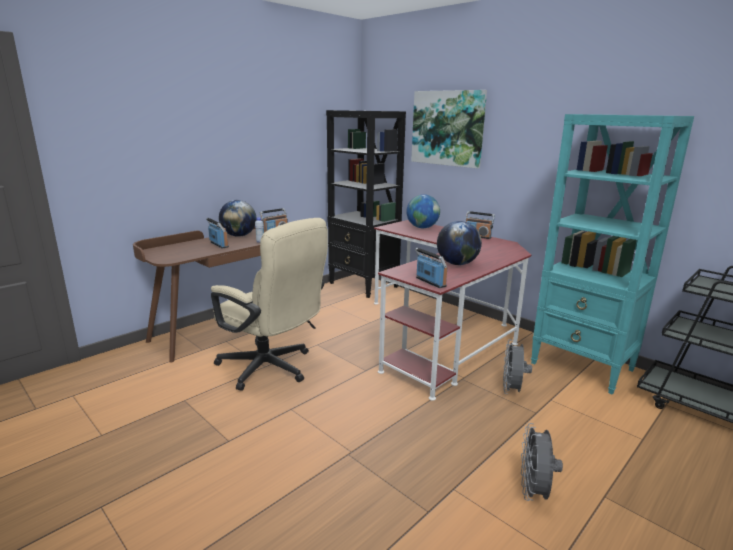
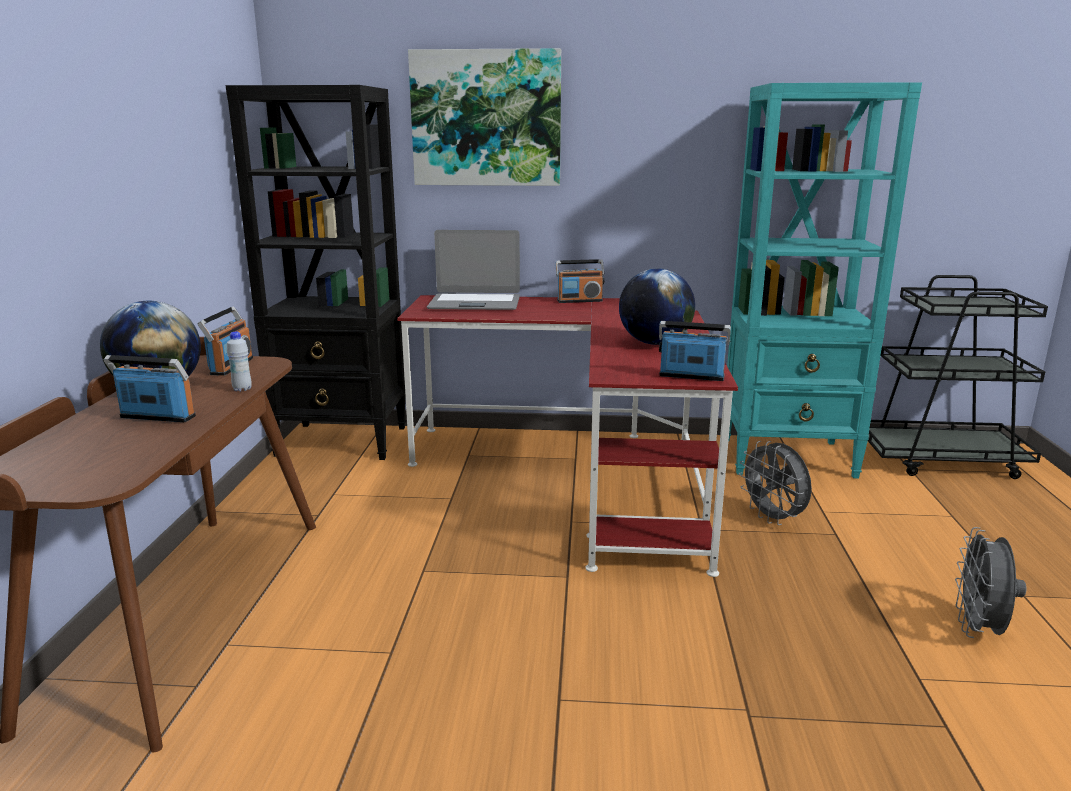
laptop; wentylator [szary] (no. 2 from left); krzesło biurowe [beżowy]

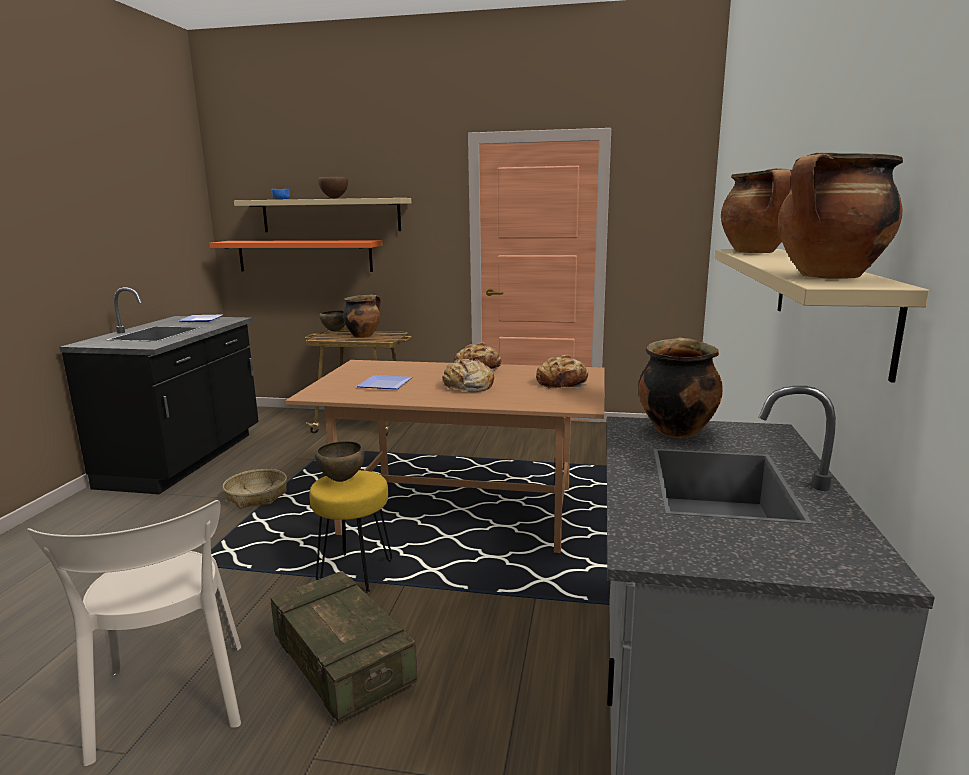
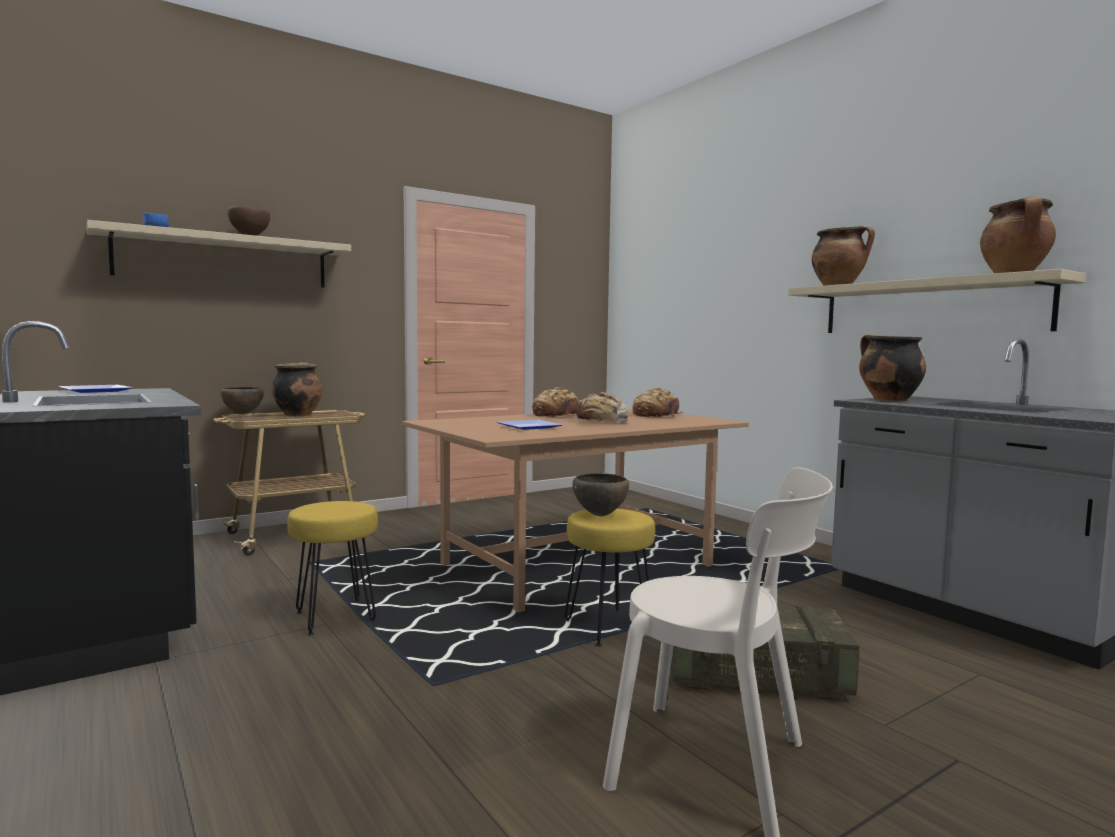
stołek [żółty] (no. 1 from left); półka [pomarańczowy]

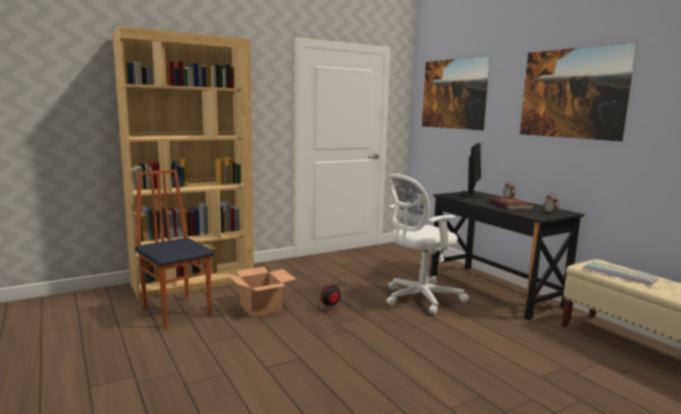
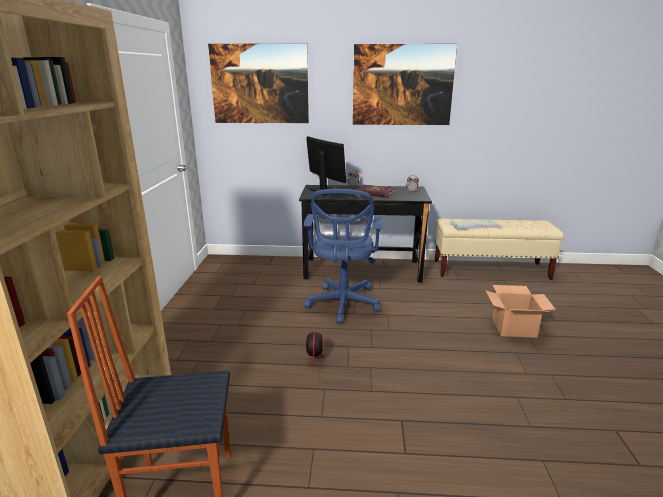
krzesło biurowe [niebieski]; karton

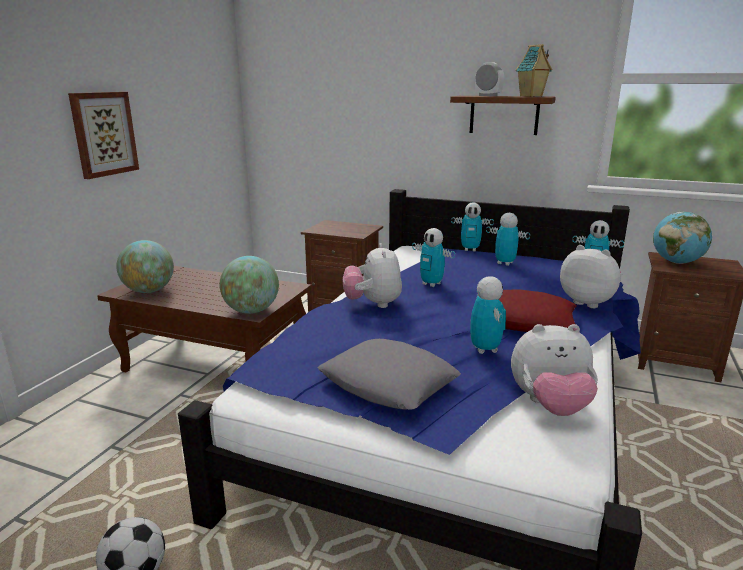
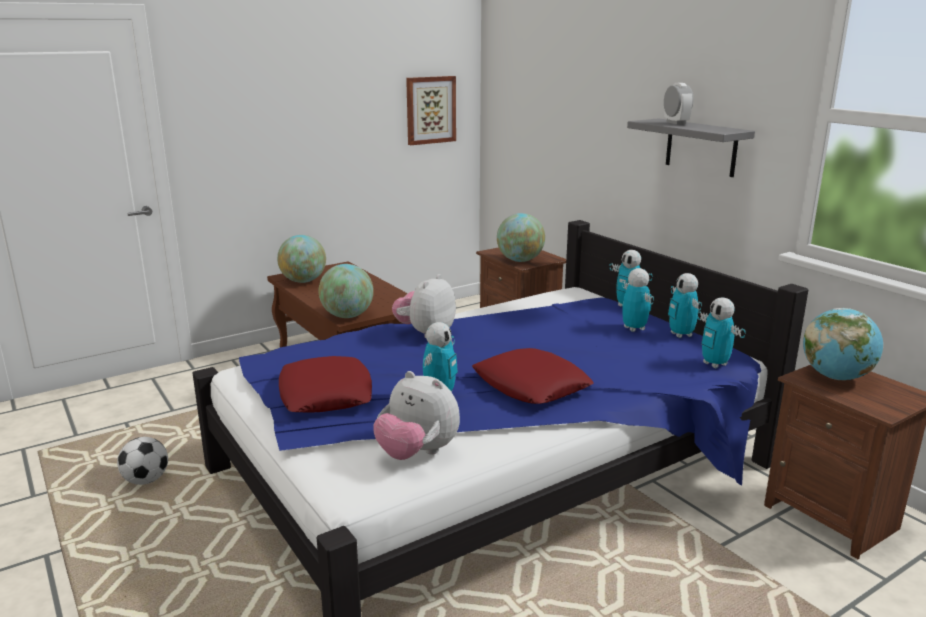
poduszka [czerwony] (no. 1 from left); obraz; globus (no. 3 from left); półka [szary]; robot zabawkowy (no. 4 from left); domek; pluszak (no. 3 from left in the first image)

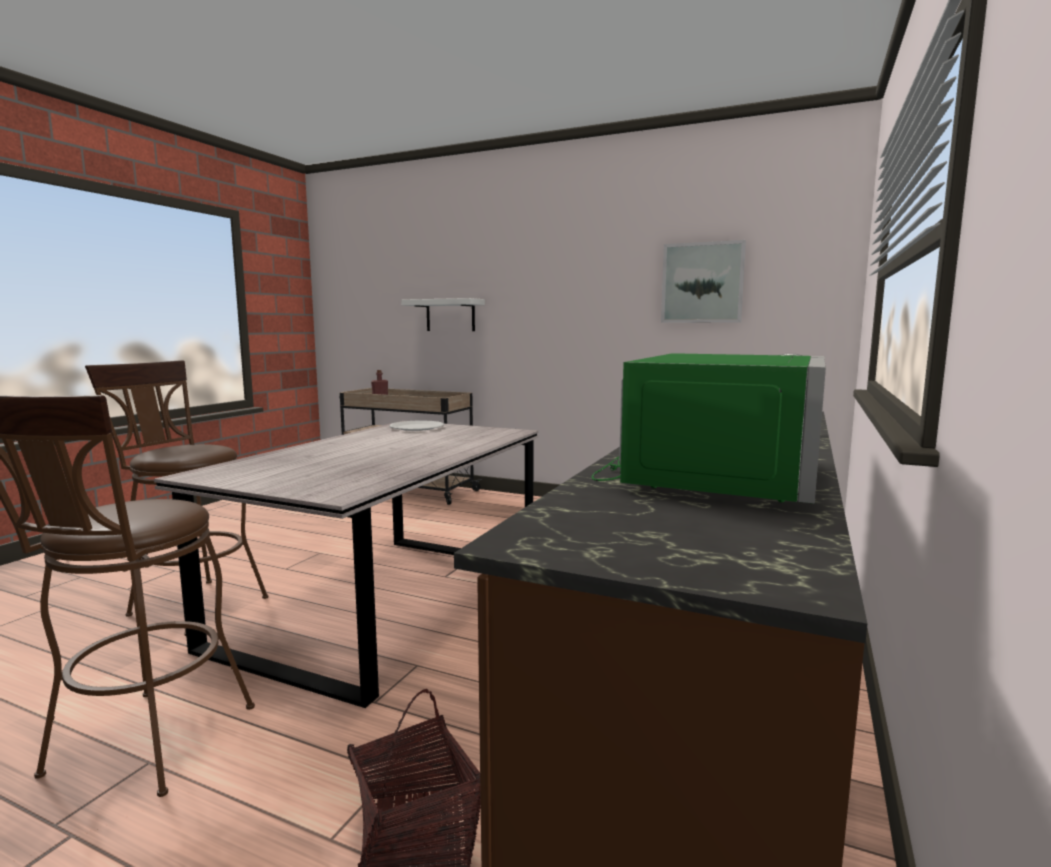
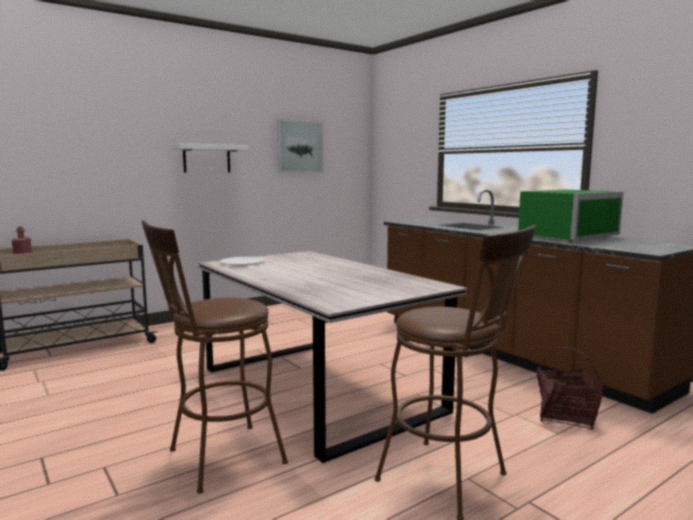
półka [biały]; mikrofalówka [zielony]

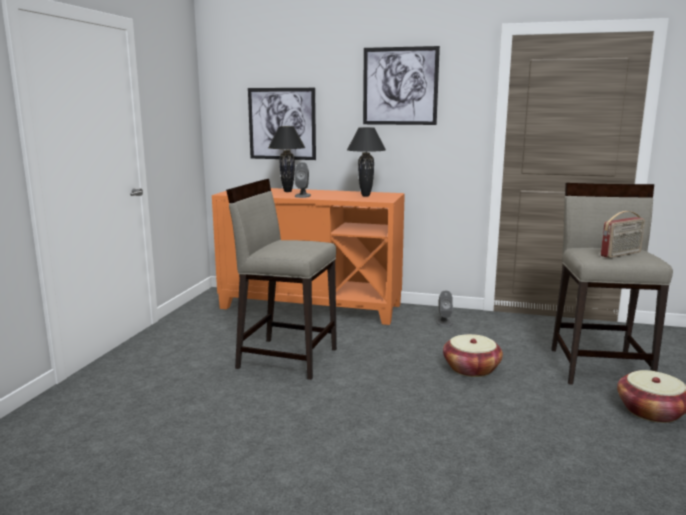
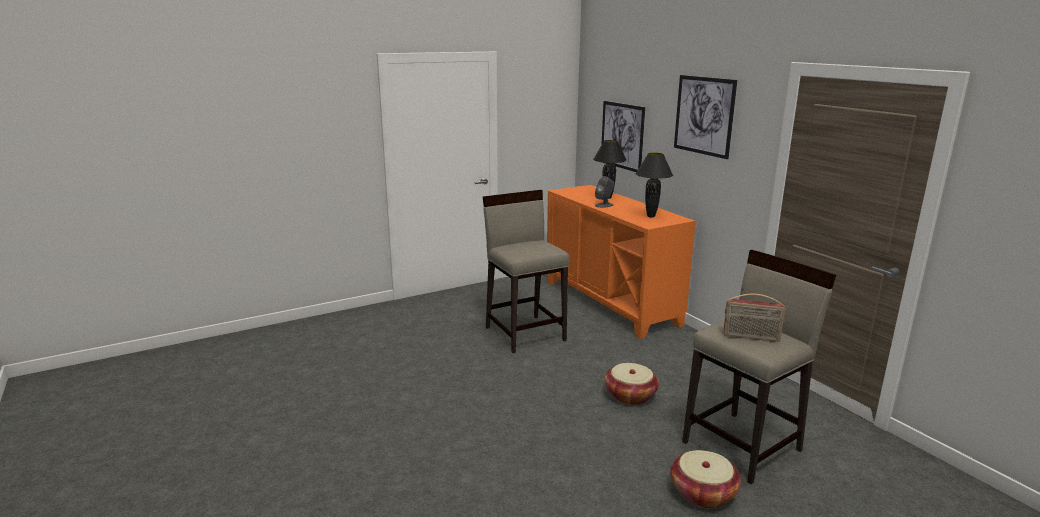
głośnik [szary] (no. 2 from left in the first image)

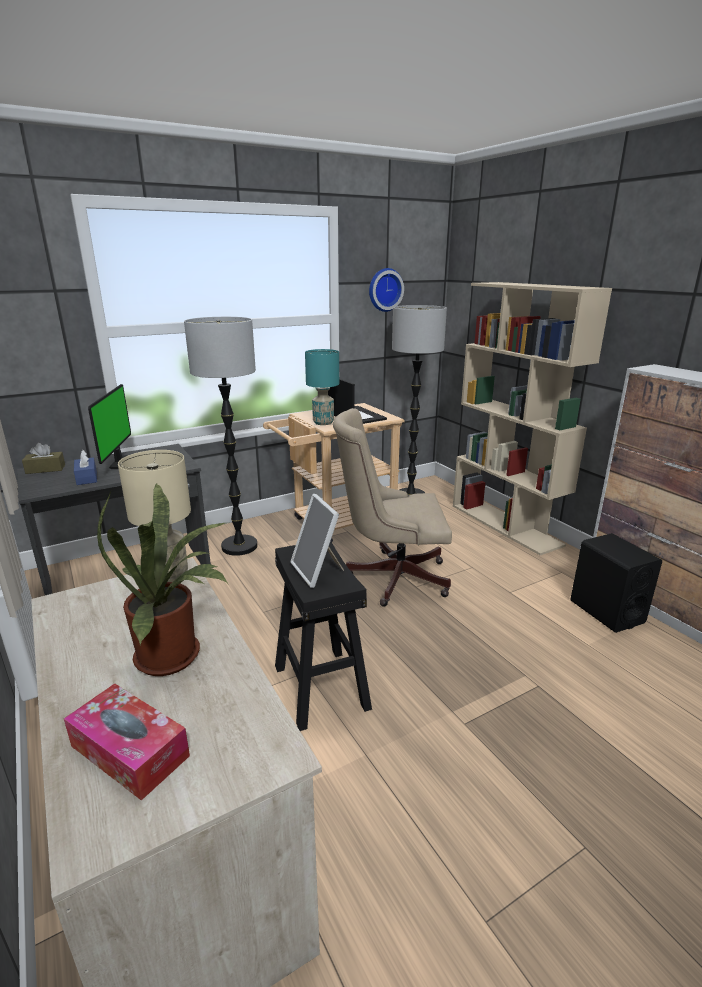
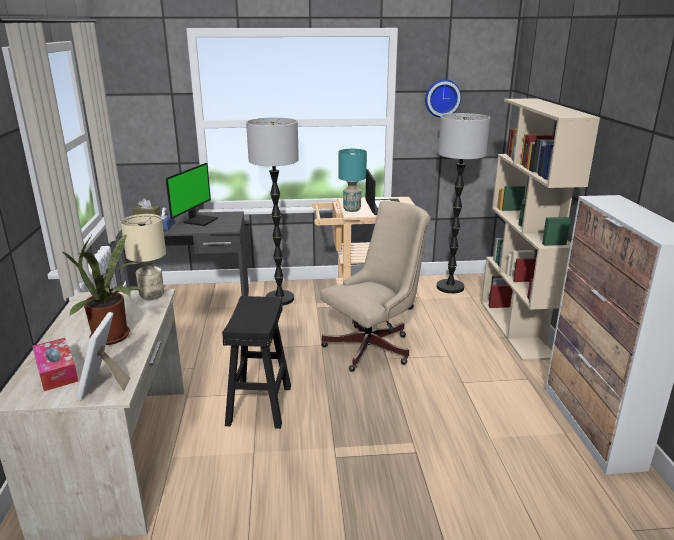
ramka na zdjęcie; krzesło biurowe [beżowy]; głośnik [czarny]

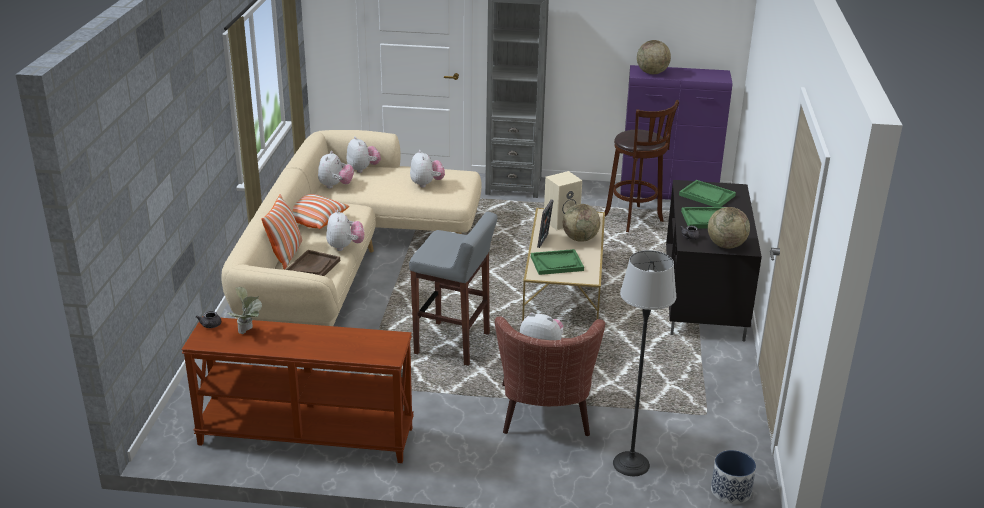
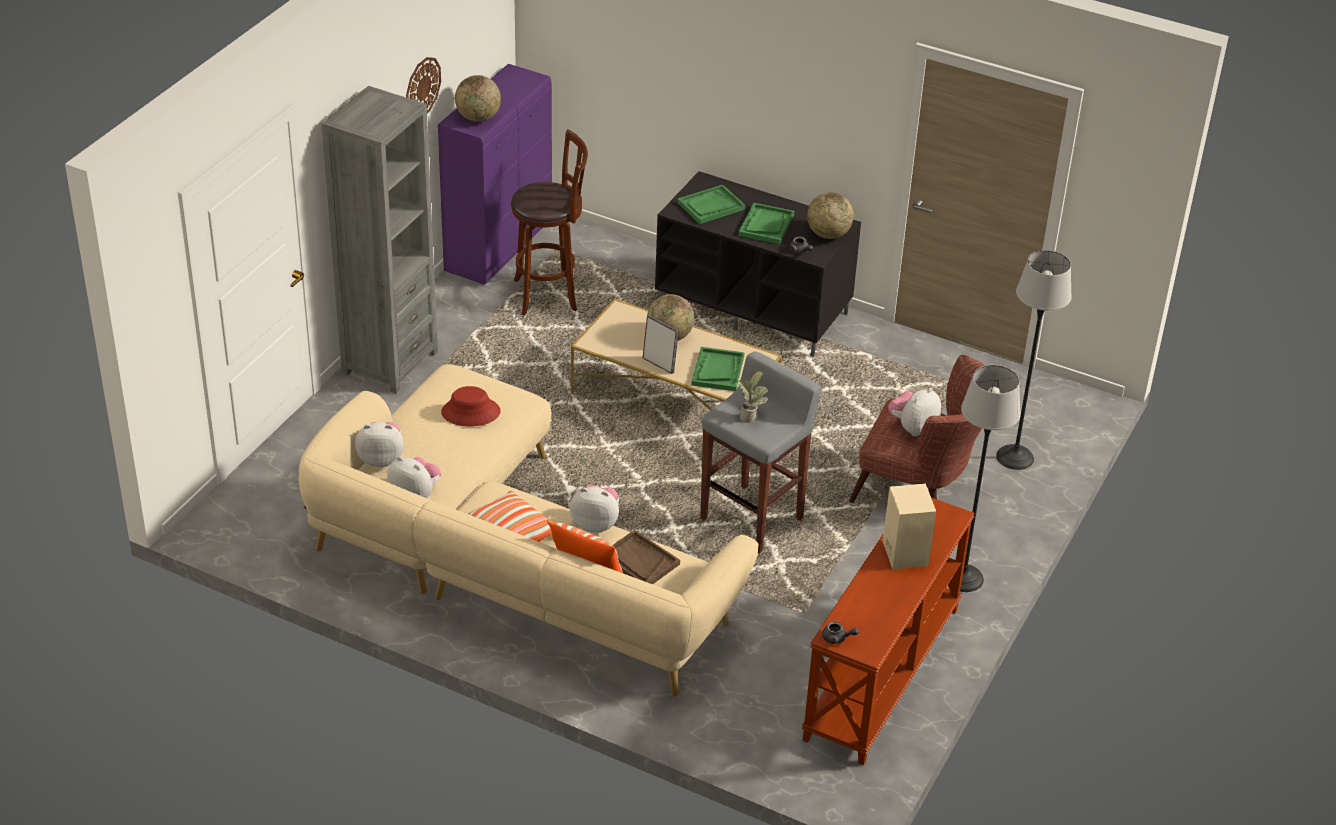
zegar ścienny; kapelusz [czerwony]; roślina doniczkowa; głośnik [beżowy]; lampa stojąca (no. 1 from left); donica

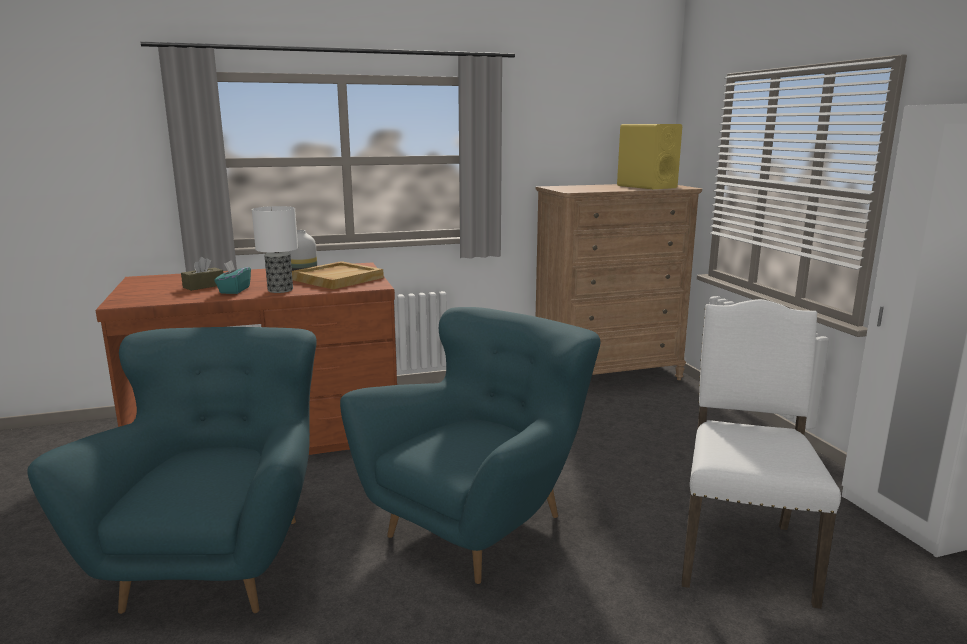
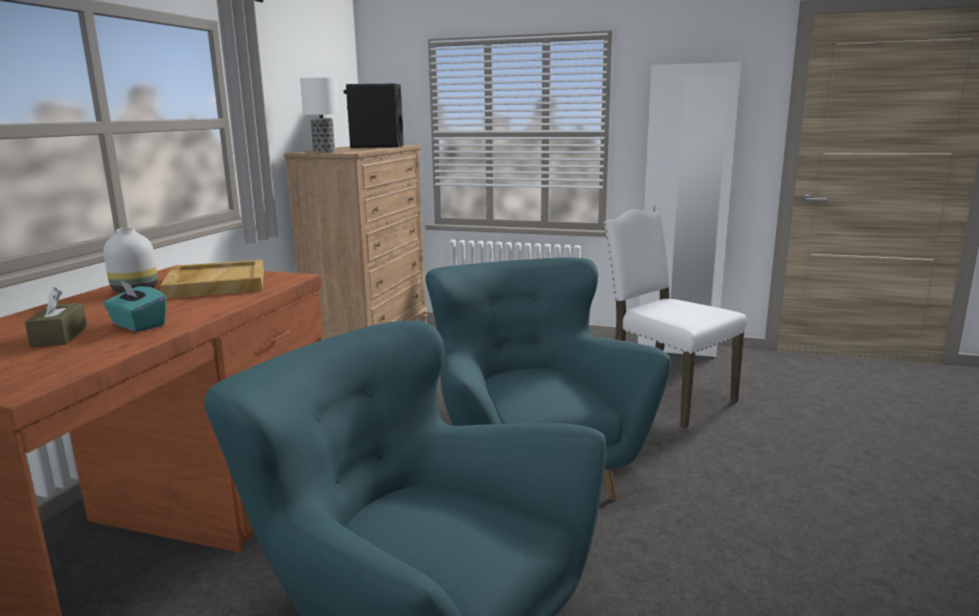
lampa stołowa; głośnik [czarny]

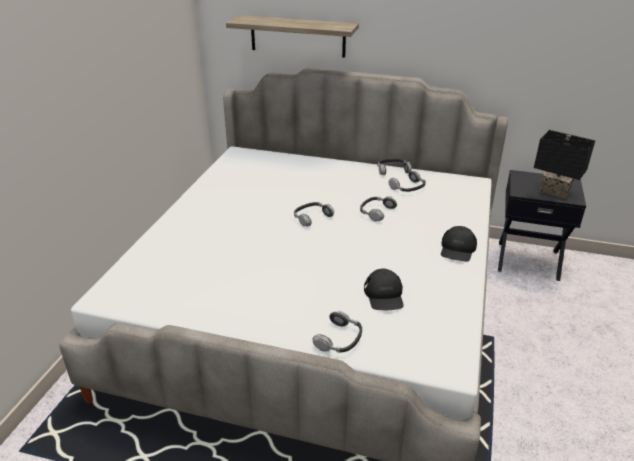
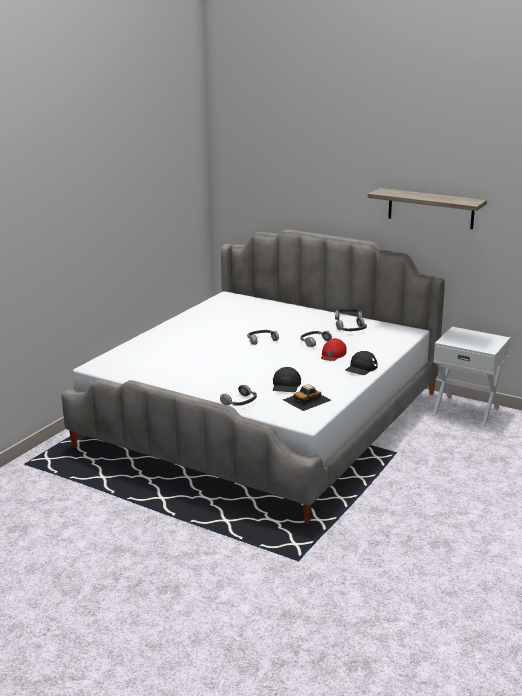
samochodzik; czapka z daszkiem [czerwony]; półka; szafka nocna [biały]; lampa stołowa [czarny]

